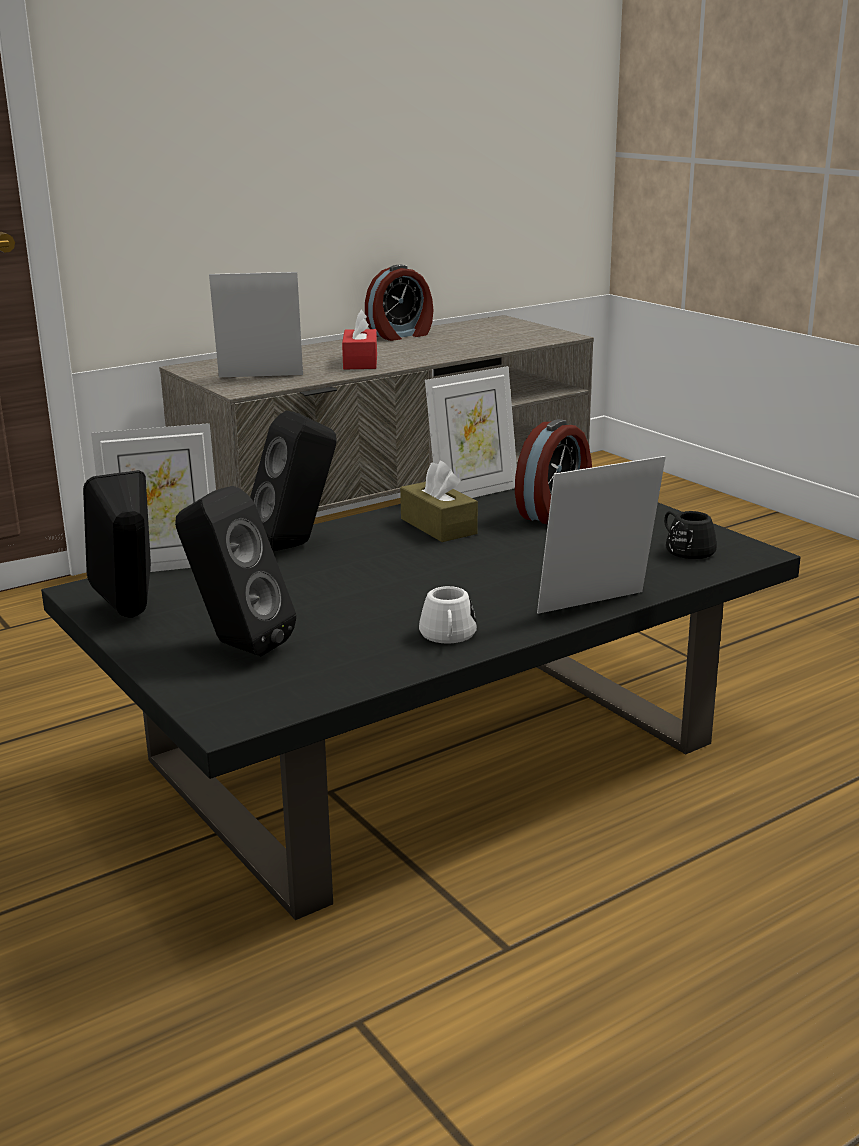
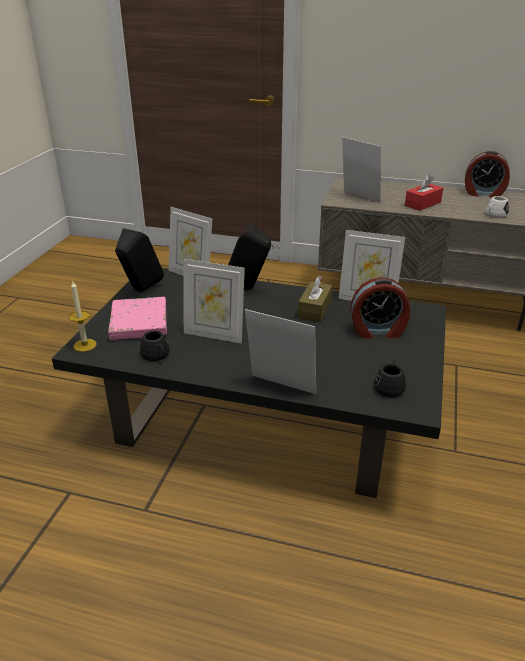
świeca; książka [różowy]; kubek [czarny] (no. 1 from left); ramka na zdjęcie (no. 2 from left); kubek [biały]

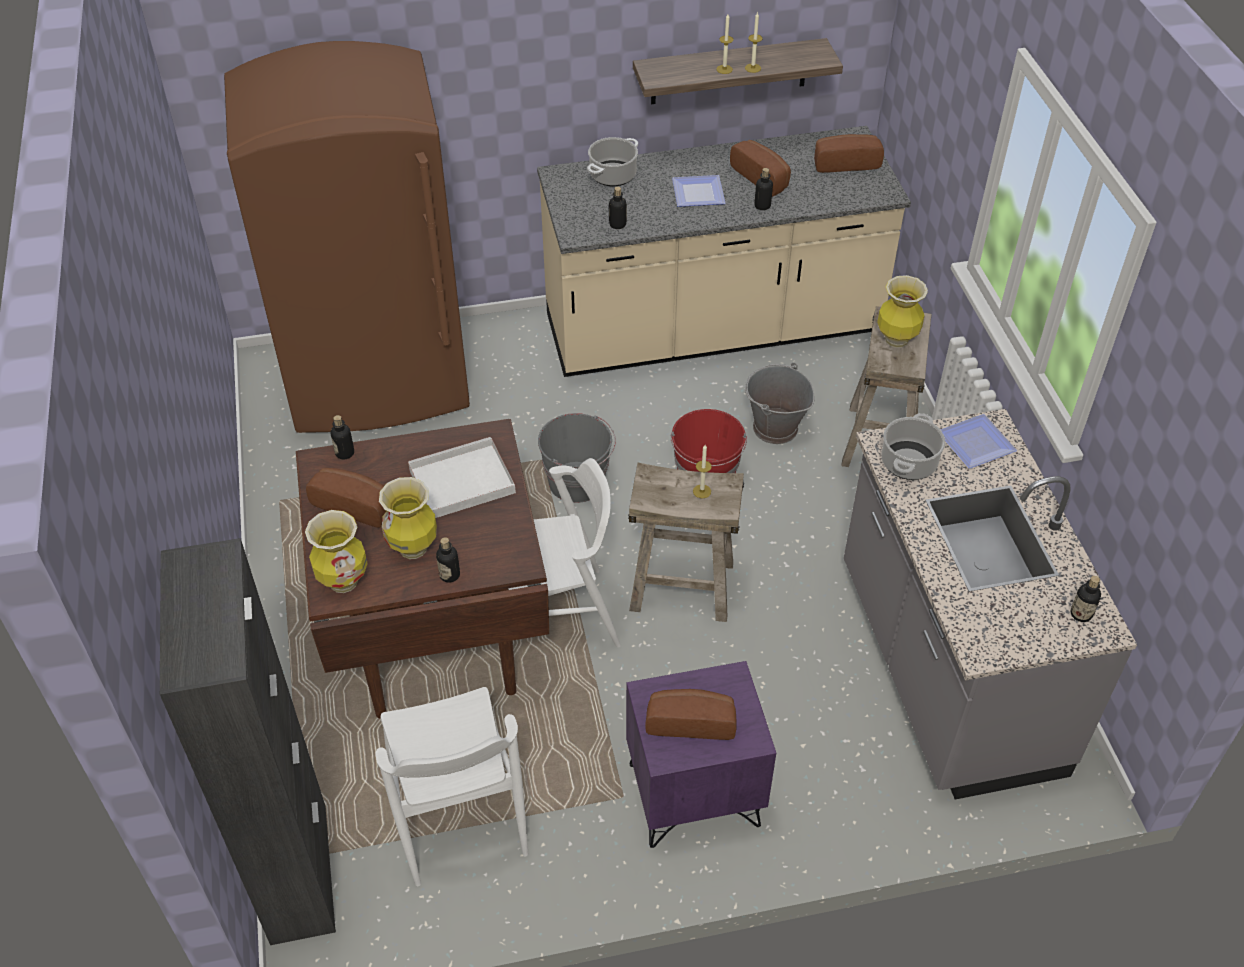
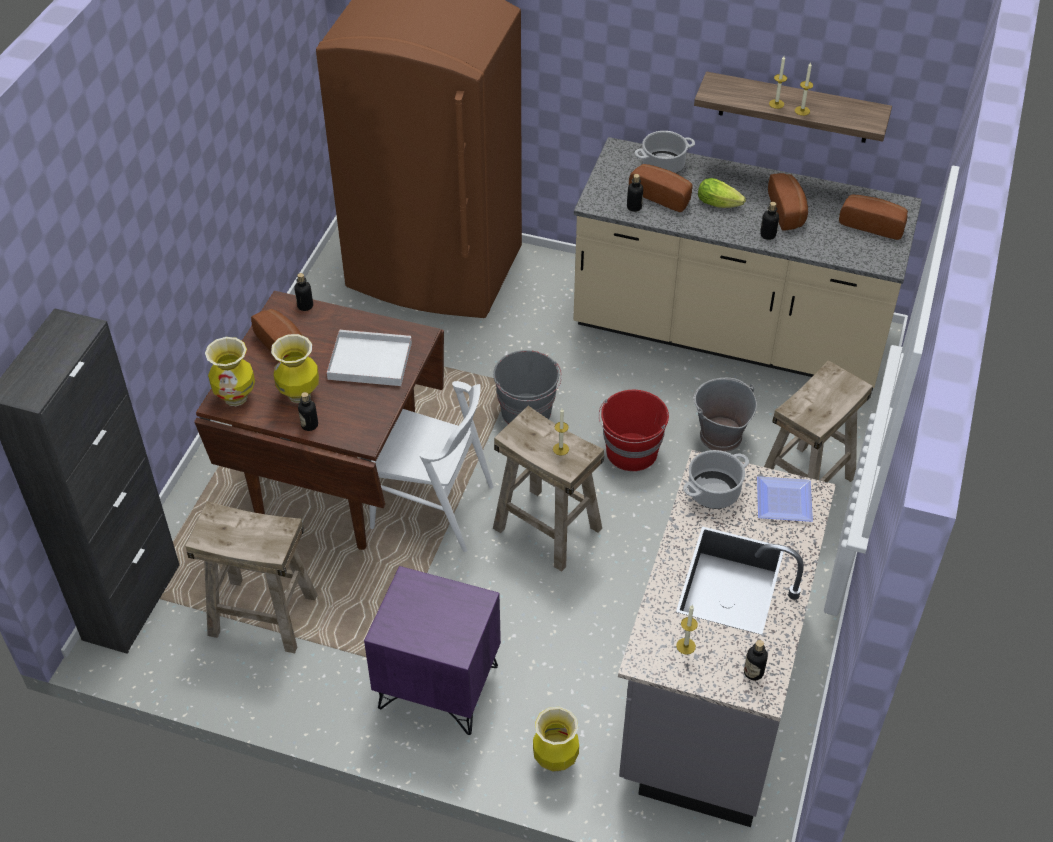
stołek [beżowy] (no. 1 from left); wazon (no. 3 from left); chleb (no. 2 from left); świeca (no. 2 from left); sałata

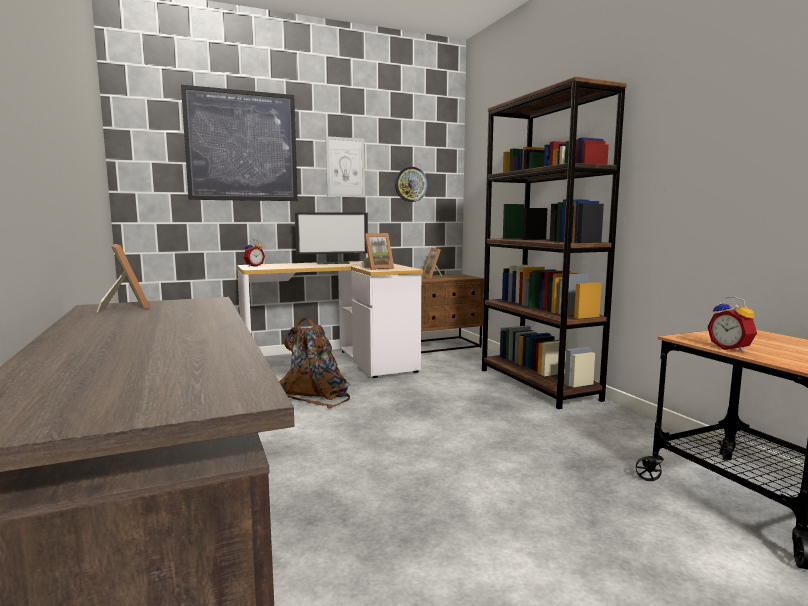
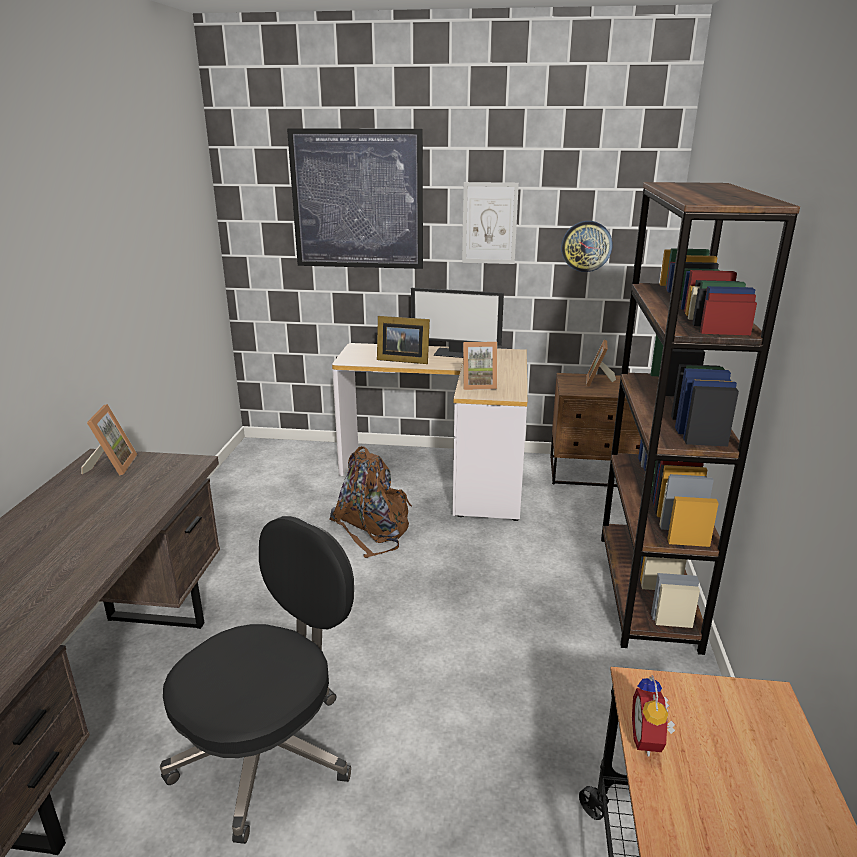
krzesło biurowe [czarny]; ramka na zdjęcie (no. 2 from left); budzik (no. 1 from left in the first image)

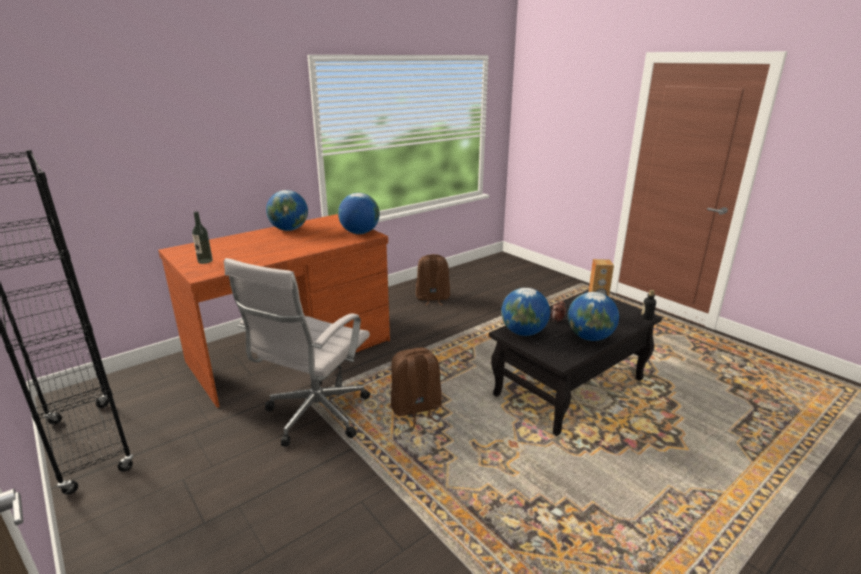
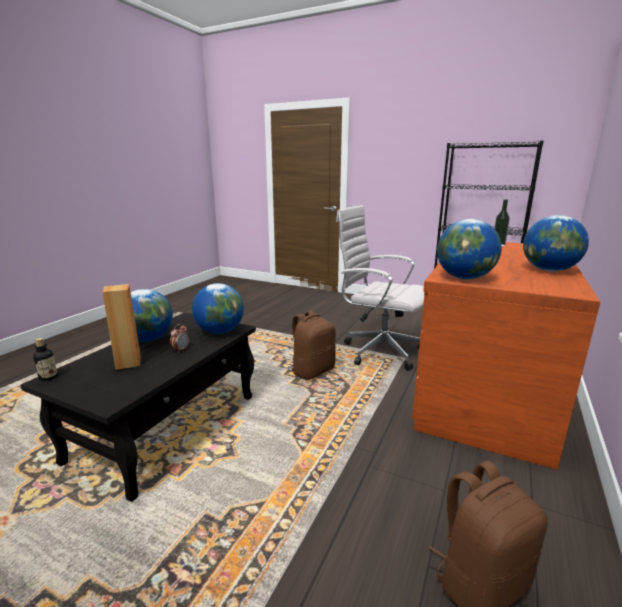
krzesło biurowe [biały]

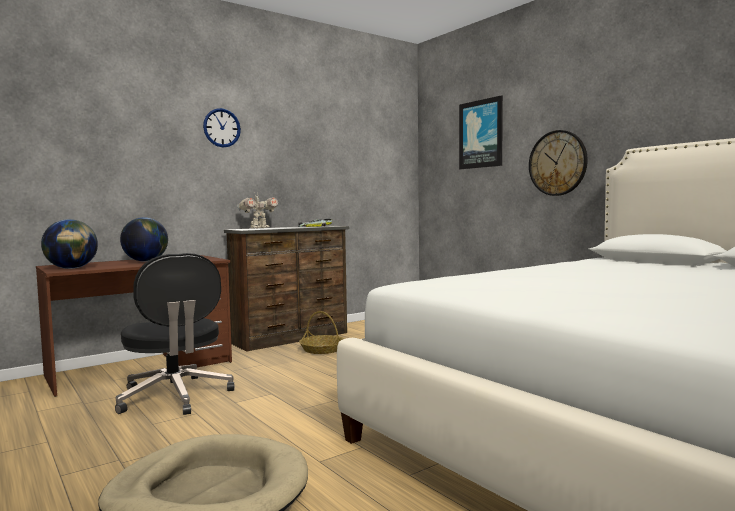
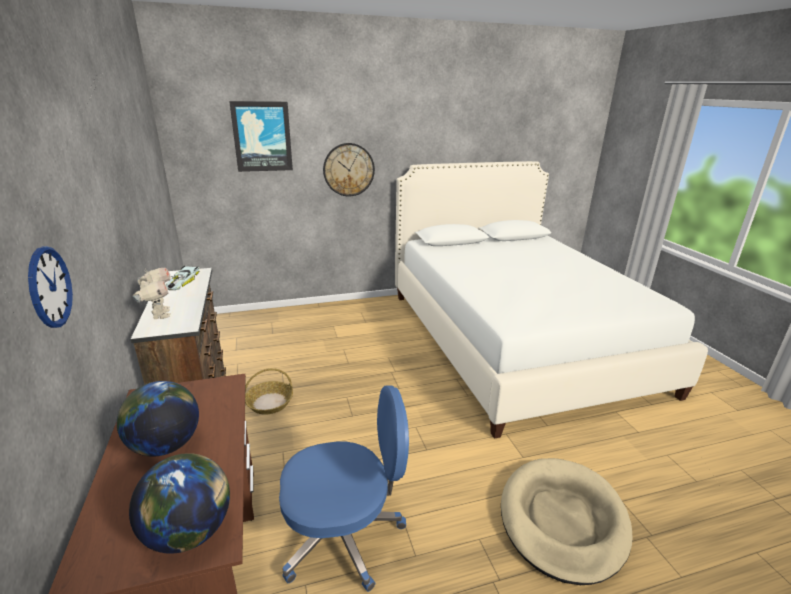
zegar ścienny (no. 1 from left); krzesło biurowe [niebieski]

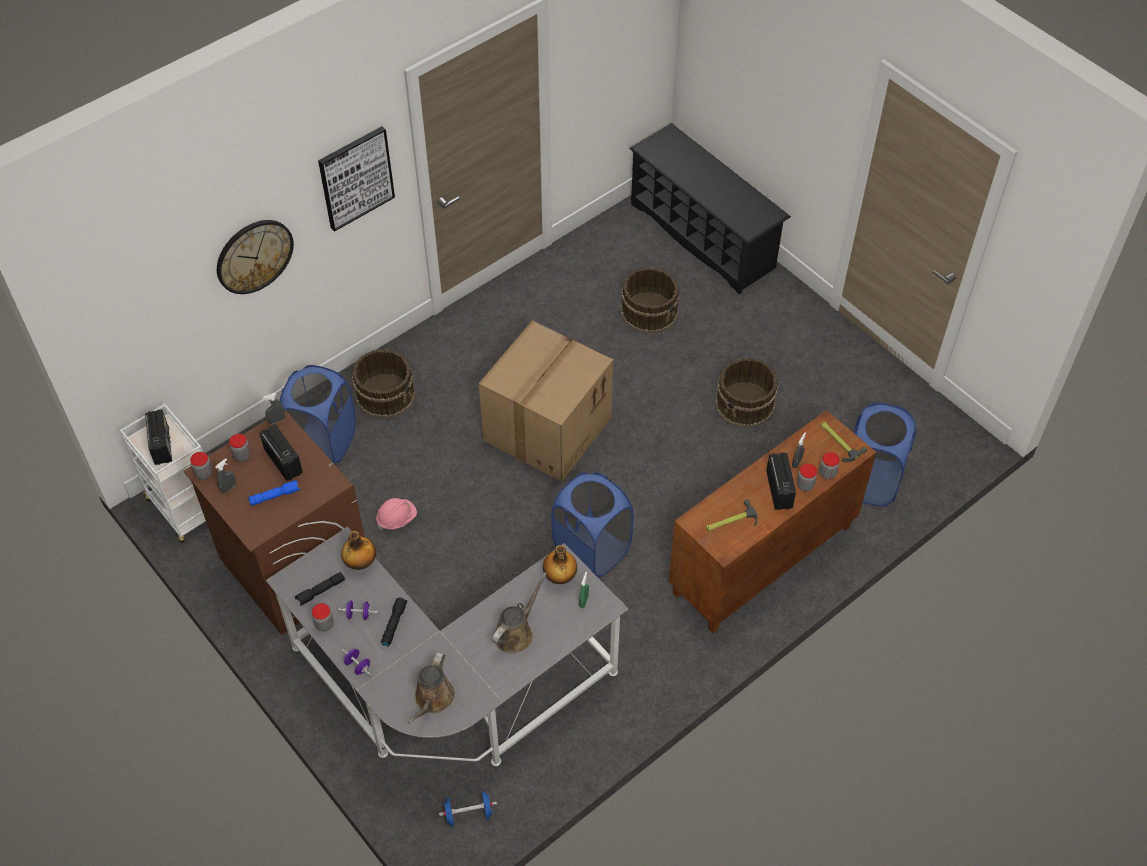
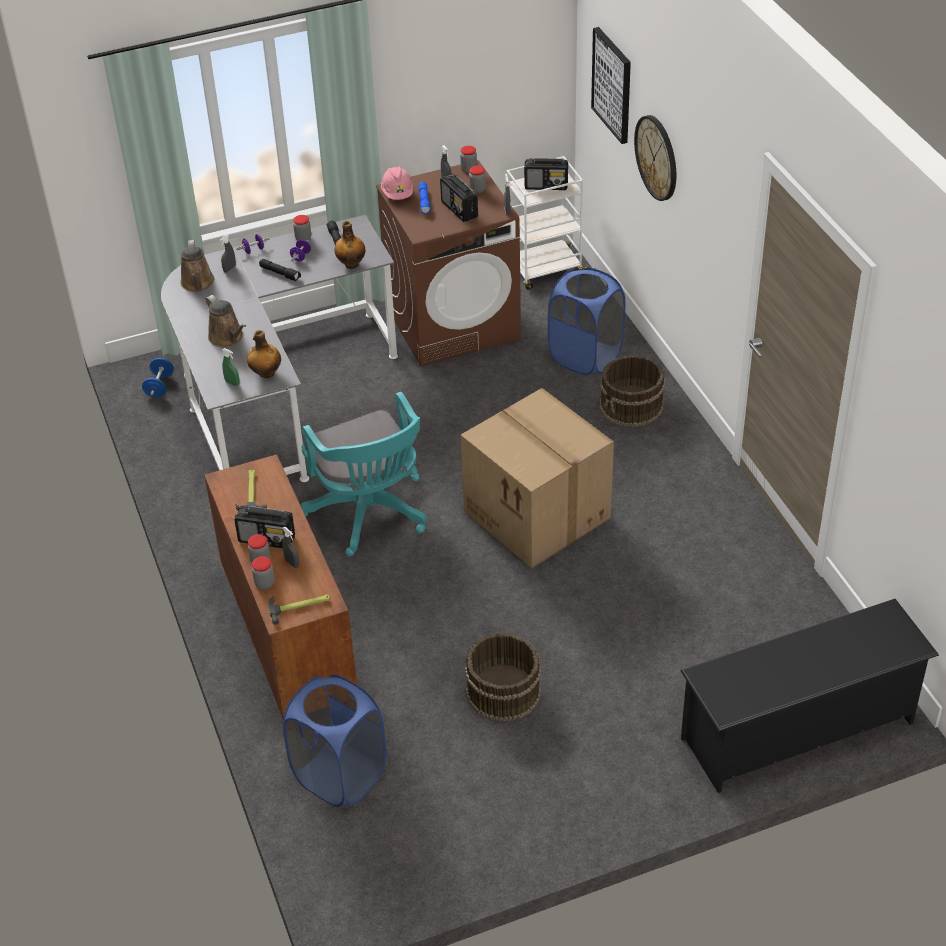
konewka [brązowy] (no. 1 from left); spryskiwacz [szary] (no. 1 from left); krzesło biurowe [turkusowy]; kask [różowy]; radio (no. 2 from left); obraz; wiadro [brązowy] (no. 2 from left in the first image)

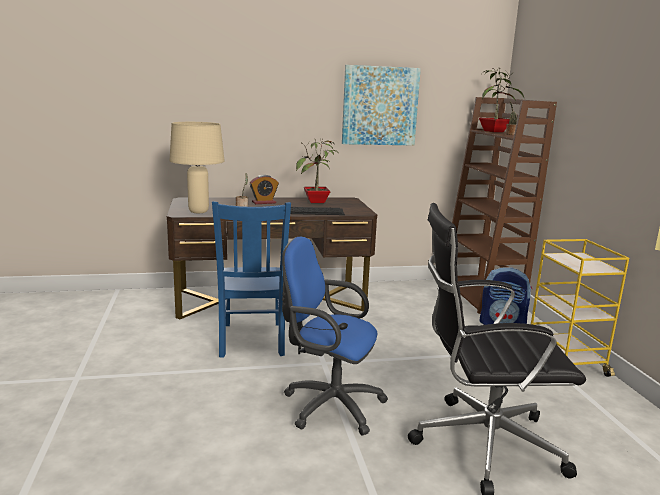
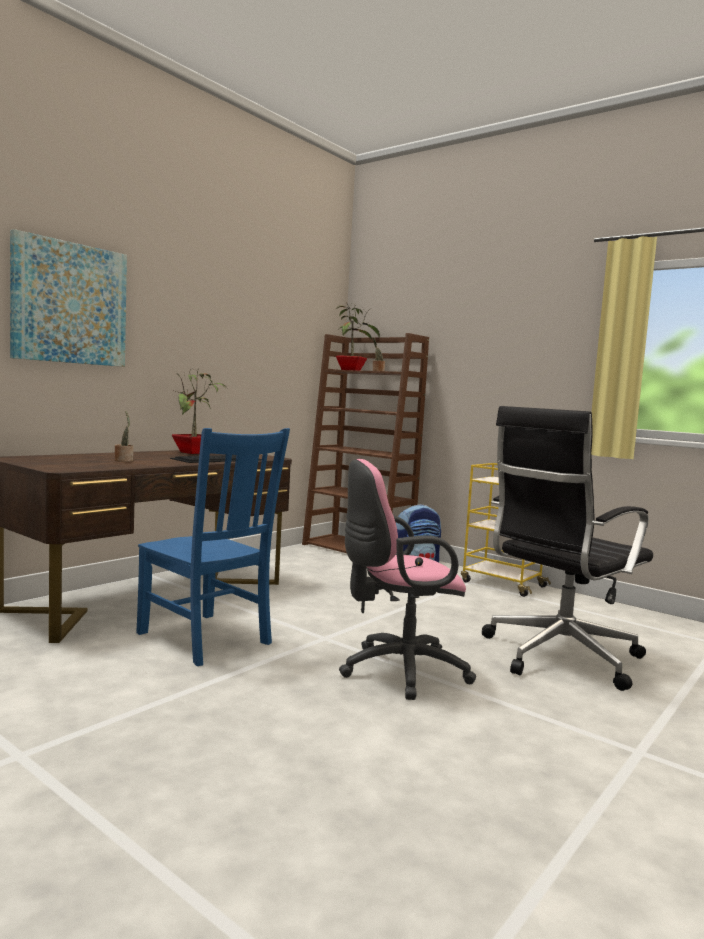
obraz; krzesło biurowe [różowy]; lampa stołowa [beżowy]; budzik

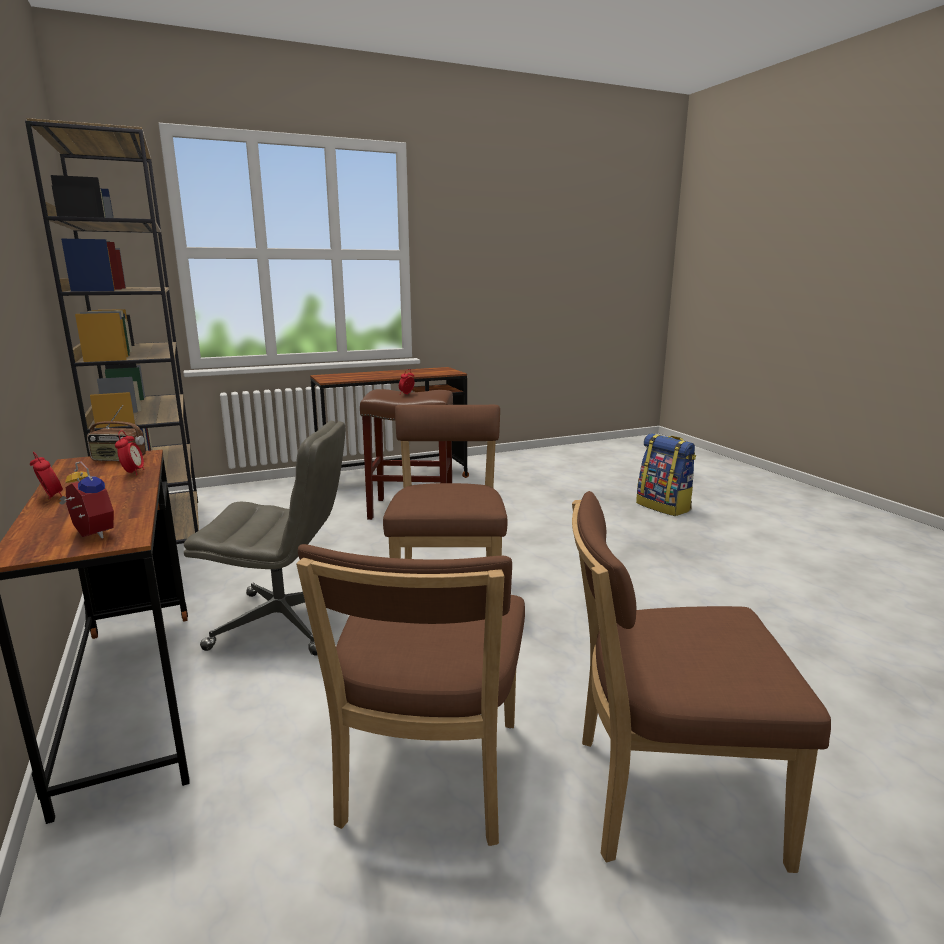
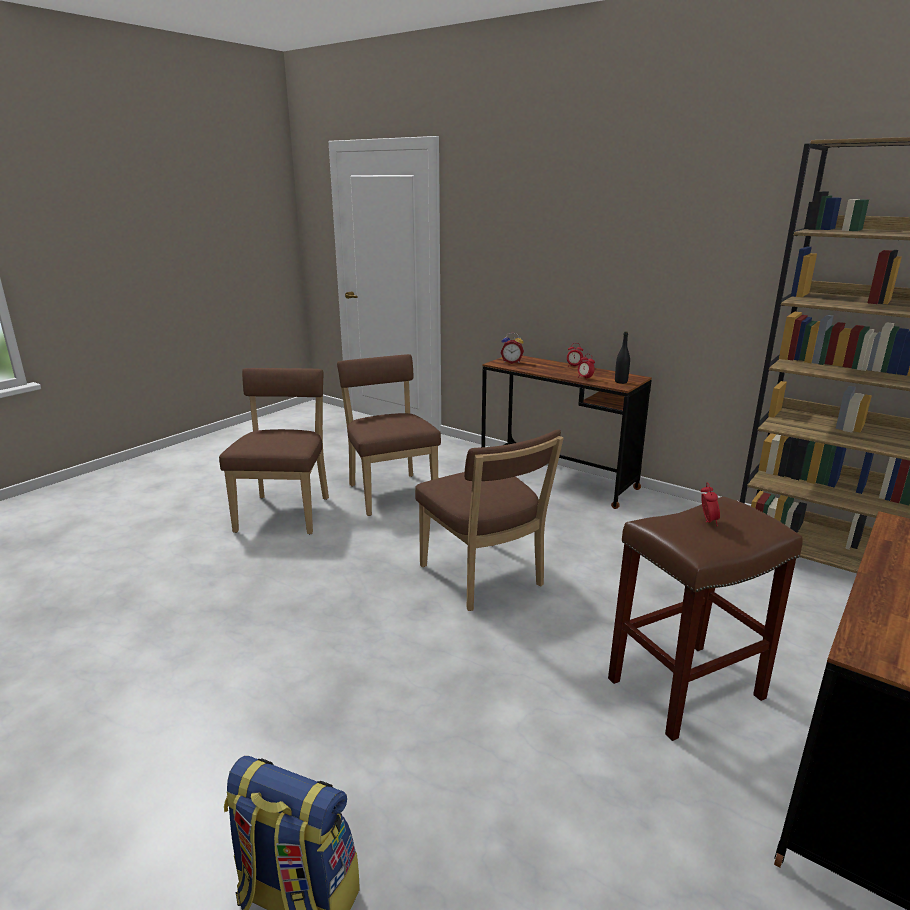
krzesło [brązowy] (no. 1 from left); butelka [czarny]; krzesło biurowe [szary]

